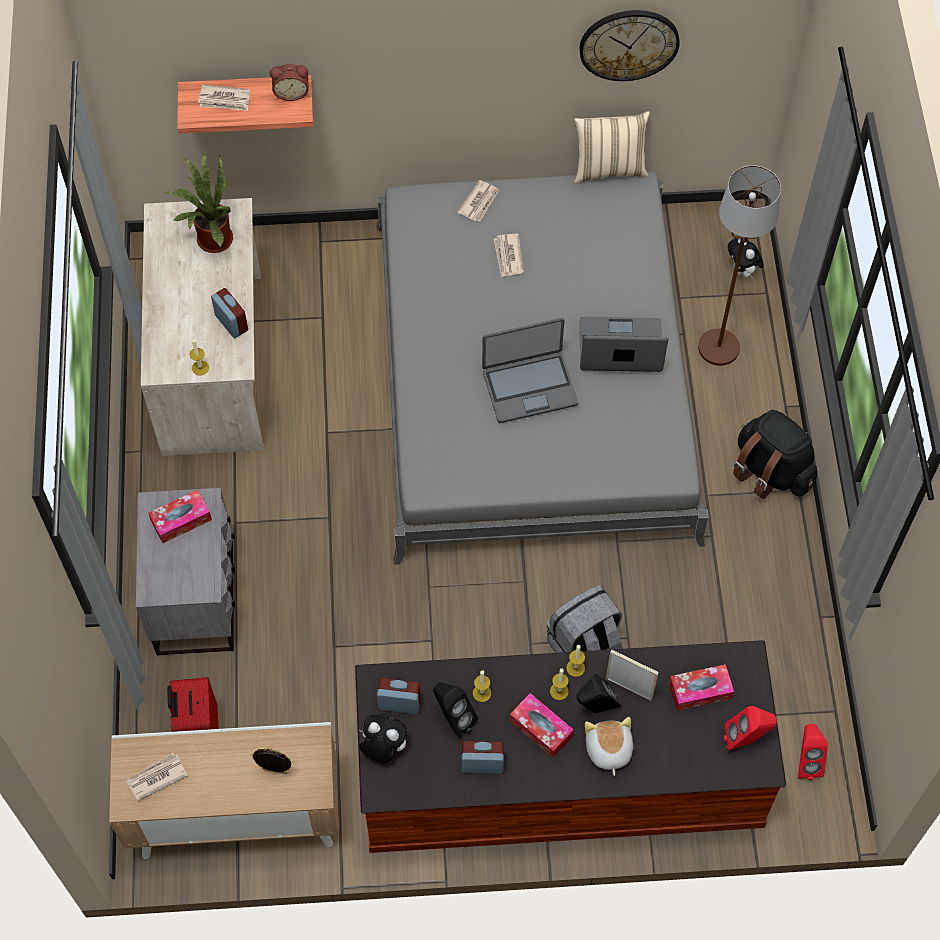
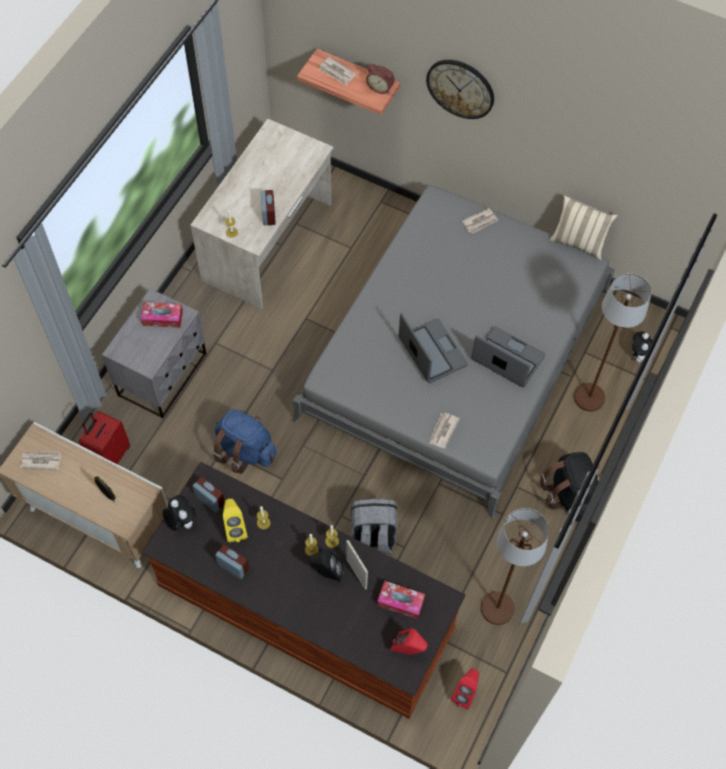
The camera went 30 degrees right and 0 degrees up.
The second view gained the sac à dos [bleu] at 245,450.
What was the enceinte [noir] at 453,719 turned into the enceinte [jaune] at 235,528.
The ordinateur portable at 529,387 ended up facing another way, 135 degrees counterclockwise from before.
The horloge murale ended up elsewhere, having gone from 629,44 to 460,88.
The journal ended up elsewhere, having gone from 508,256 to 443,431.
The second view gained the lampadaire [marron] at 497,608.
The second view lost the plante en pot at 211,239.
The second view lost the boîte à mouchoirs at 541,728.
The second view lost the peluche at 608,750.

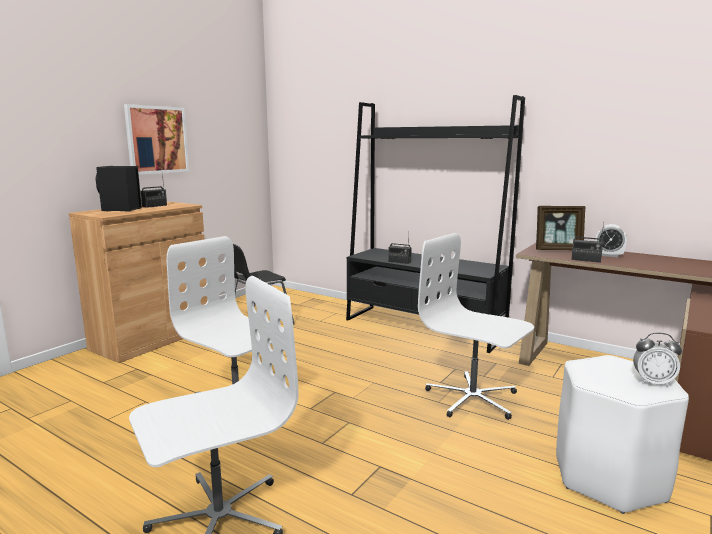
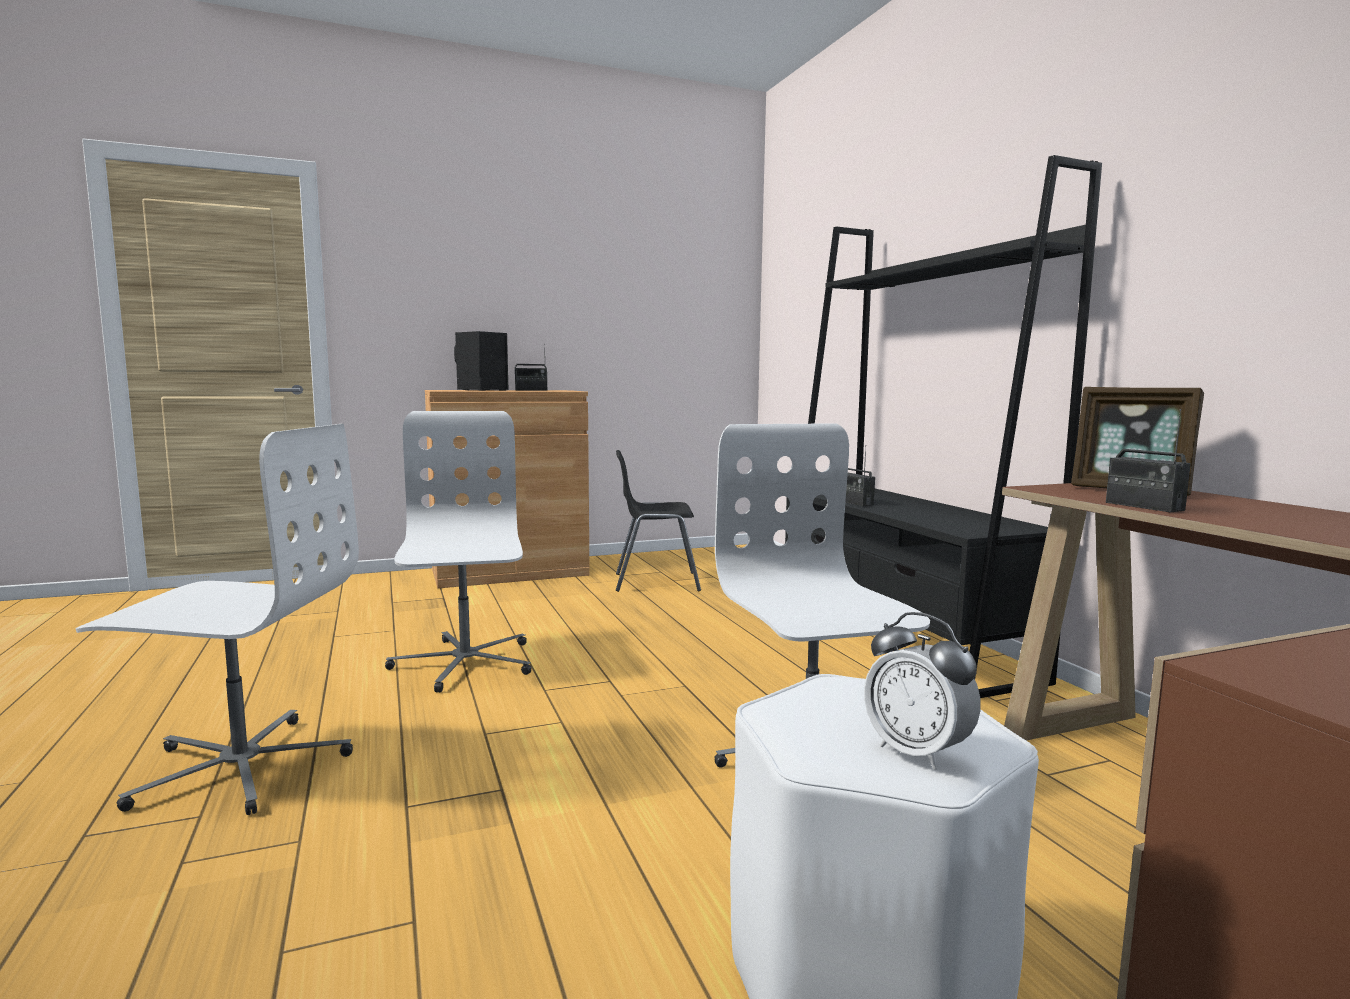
The camera went 35 degrees right and 5 degrees down.
The second view lost the tableau at 157,140.
The second view lost the réveil at 608,255.

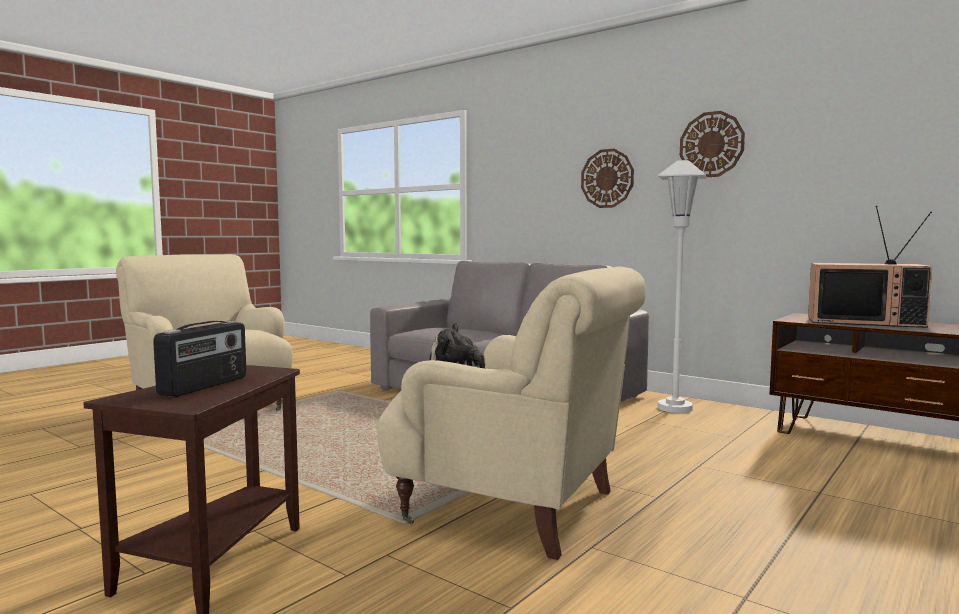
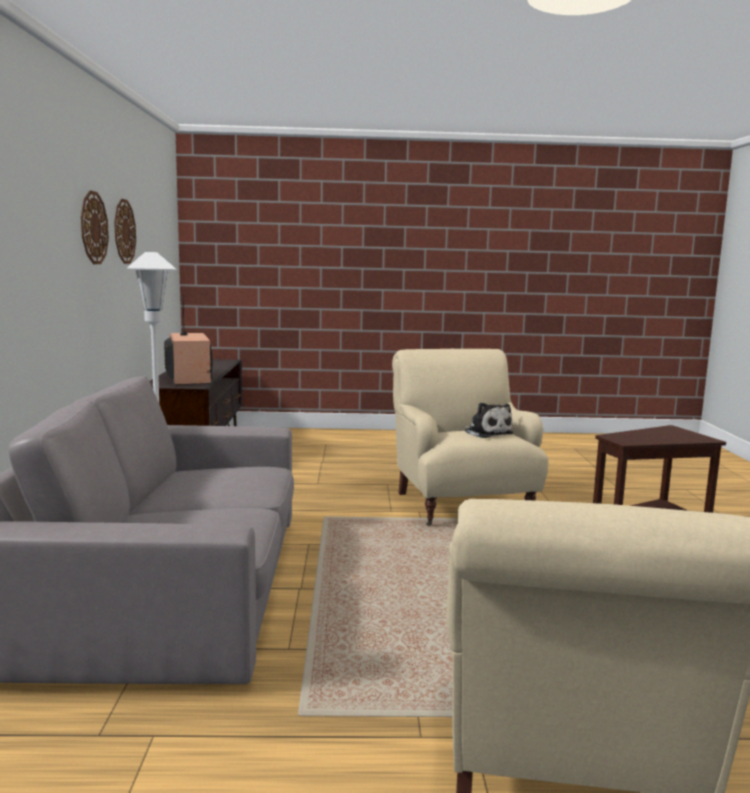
The camera went 130 degrees left and 5 degrees up.
The horloge murale ended up elsewhere, having gone from 607,178 to 124,231.
The second view lost the radio at 205,386.

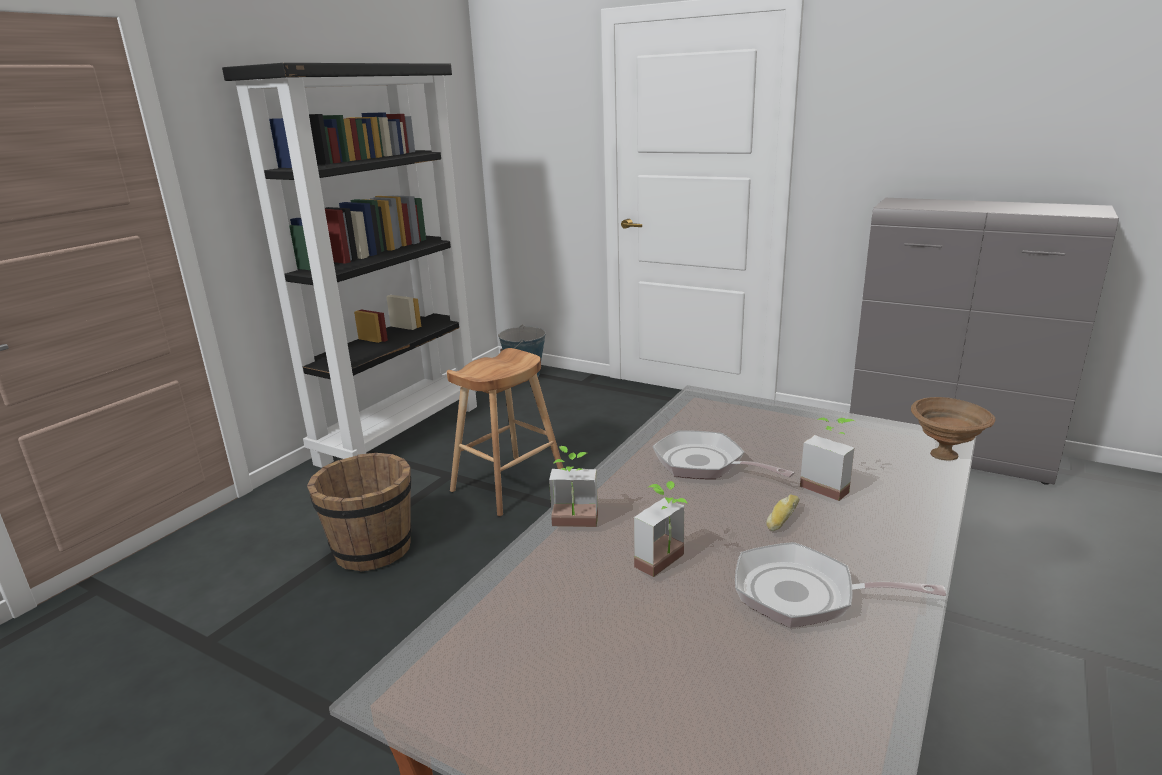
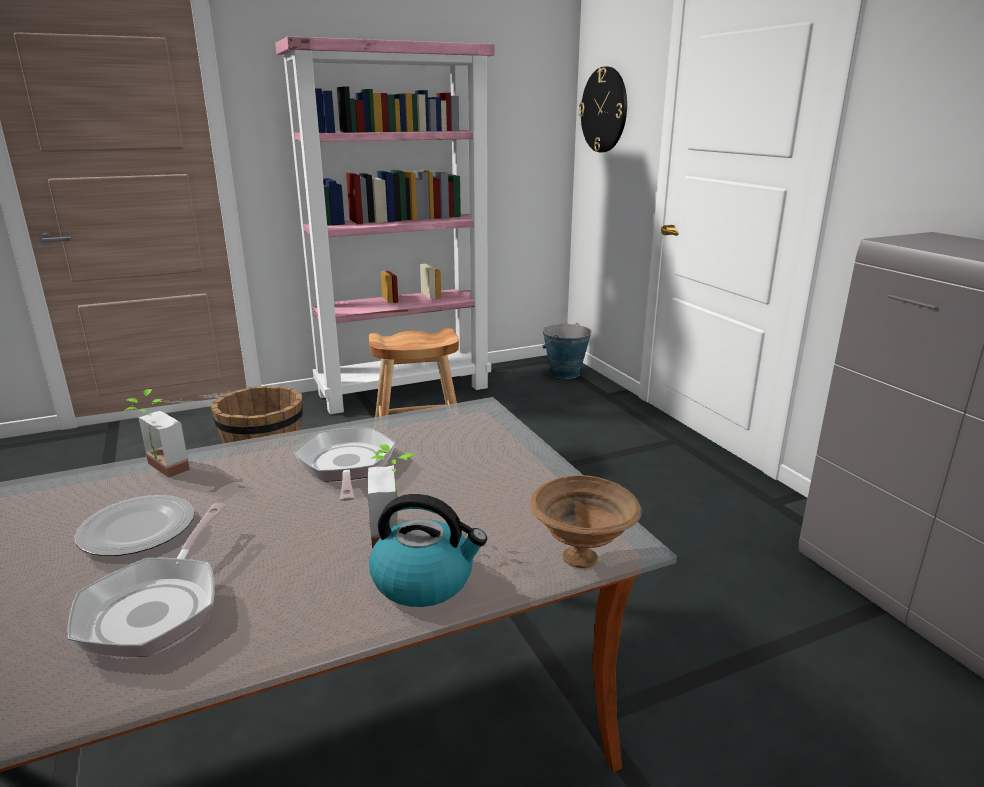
The camera went 35 degrees right and 0 degrees up.
The poêle at 804,594 ended up facing another way, 135 degrees counterclockwise from before.
Where the plante en pot stood at 667,565, the assiette came to stand at 139,528.
What was the bibliothèque [noir] at 401,433 turned into the bibliothèque [rose] at 405,390.
The second view gained the bouilloire at 424,581.
The second view gained the horloge murale at 604,110.
The second view lost the pain at 781,517.

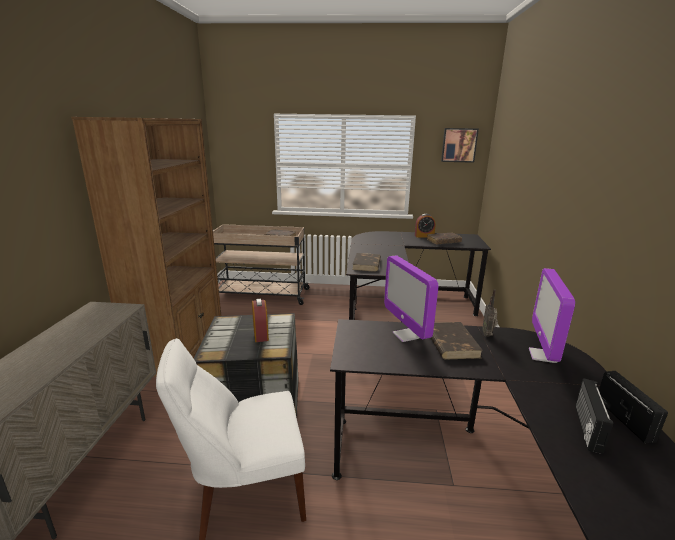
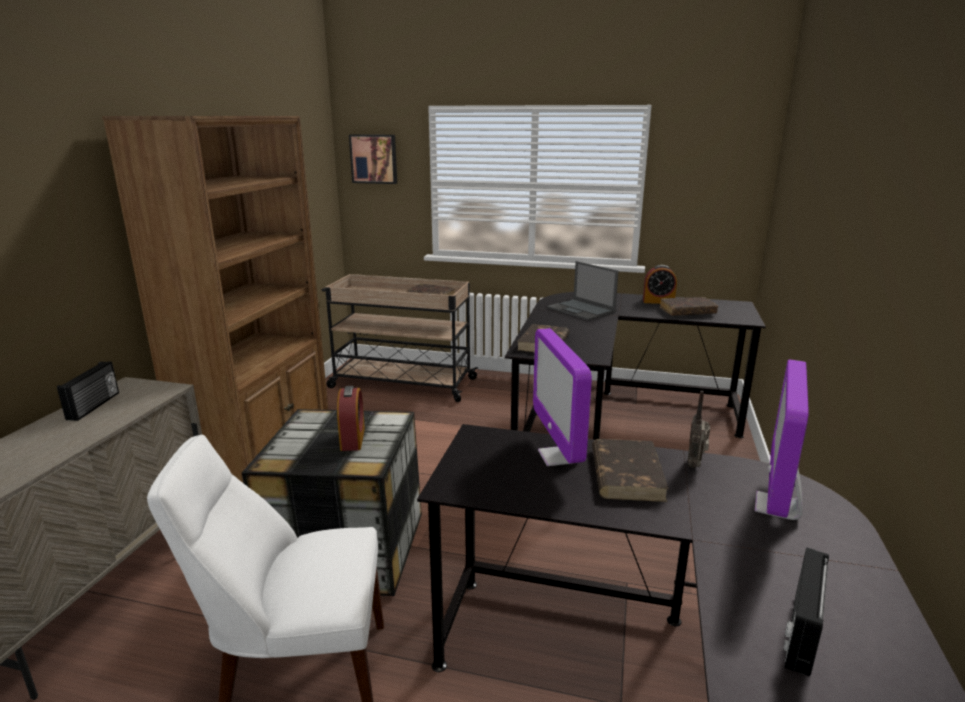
The camera went 10 degrees right and 0 degrees up.
The radio ended up elsewhere, having gone from 625,419 to 94,406.
The tableau ended up elsewhere, having gone from 459,145 to 374,159.
The second view gained the ordinateur portable at 581,310.

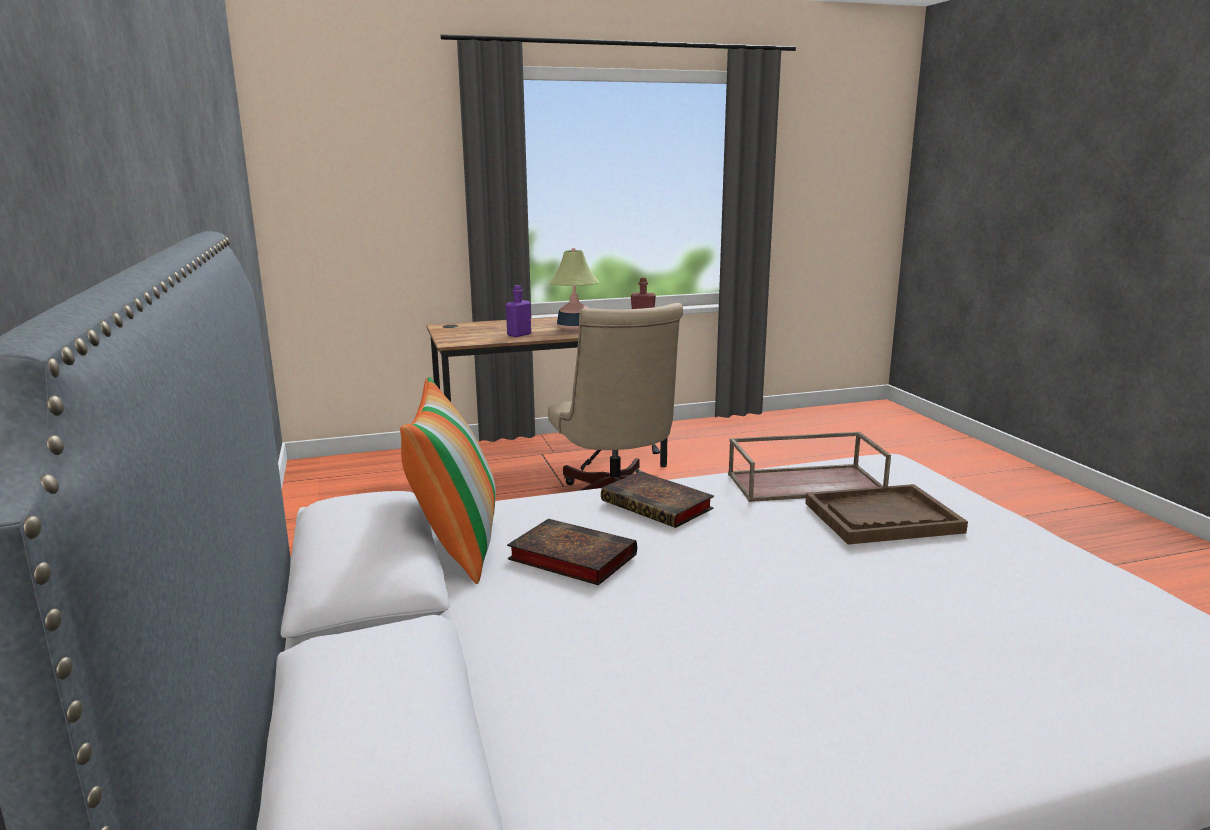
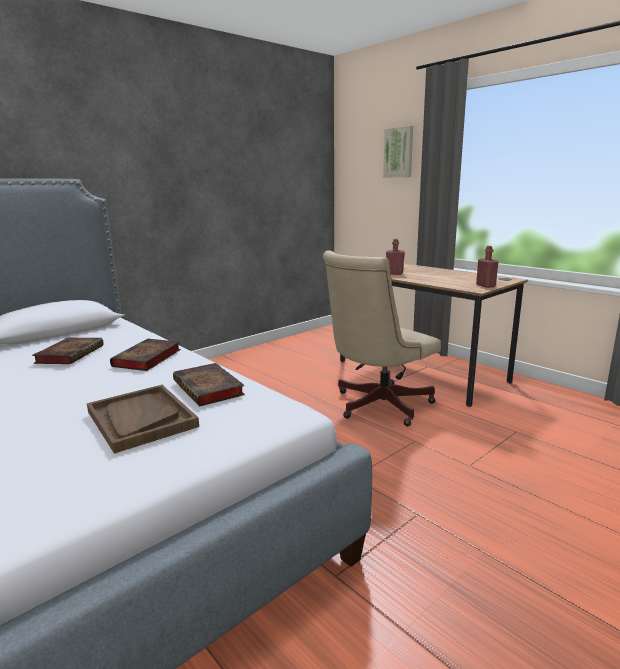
The camera went 65 degrees right and 0 degrees up.
Where the plateau [marron] stood at 806,482, the livre came to stand at 209,389.
The second view gained the tableau at 399,152.
What was the bouteille [violet] at 519,334 turned into the bouteille [rouge] at 394,273.
The second view lost the coussin at 456,544.
The second view lost the lampe de table at 575,328.

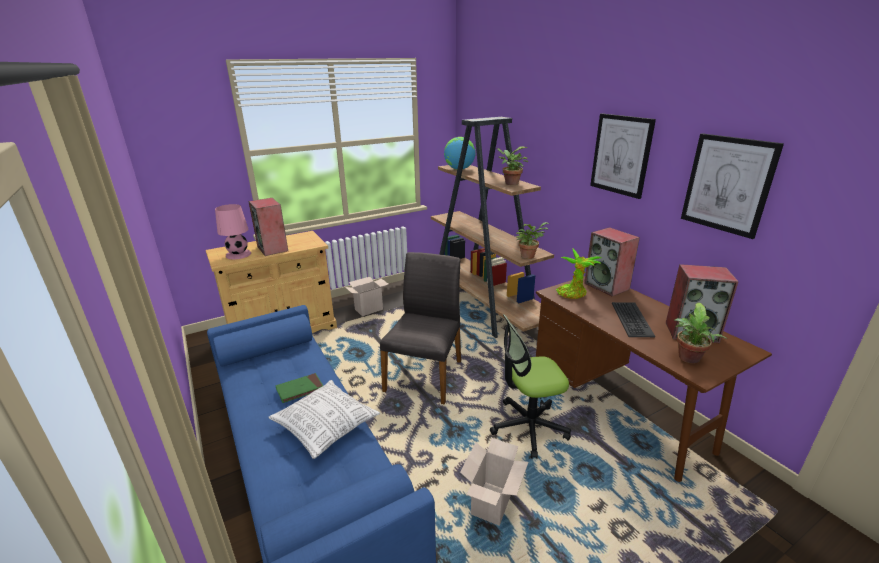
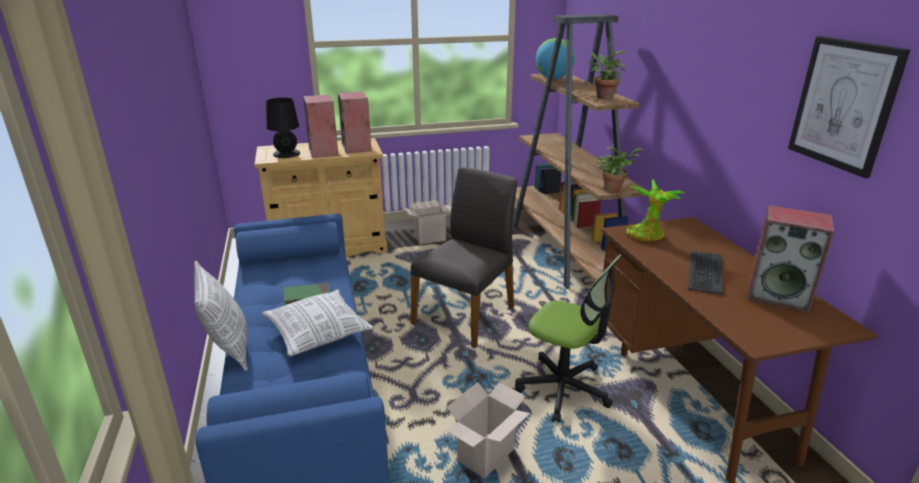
The camera went 15 degrees right and 0 degrees up.
The second view gained the coussin at 228,348.
What was the lampe de table [rose] at 238,254 turned into the lampe de table [noir] at 286,154.
The enceinte ended up elsewhere, having gone from 607,286 to 357,147.
The chaise de bureau at 528,427 ended up facing another way, 150 degrees counterclockwise from before.
The second view lost the tableau at 621,155.
The second view lost the plante en pot at 688,359.

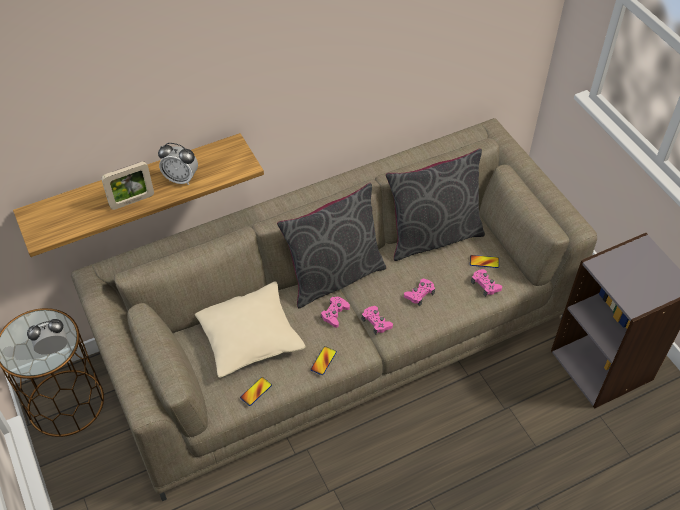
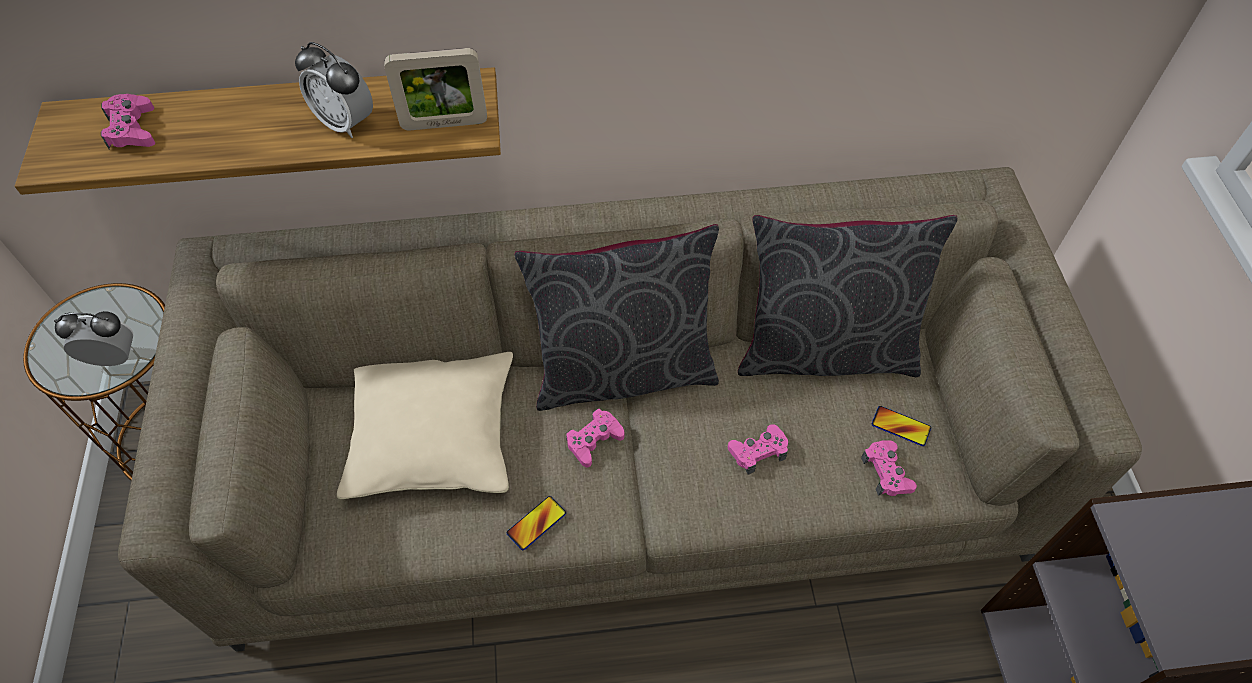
The camera went 20 degrees right and 5 degrees up.
The manette [rose] ended up elsewhere, having gone from 376,322 to 132,129.
The cadre photo ended up elsewhere, having gone from 132,201 to 444,124.
The second view lost the téléphone at 256,391.

